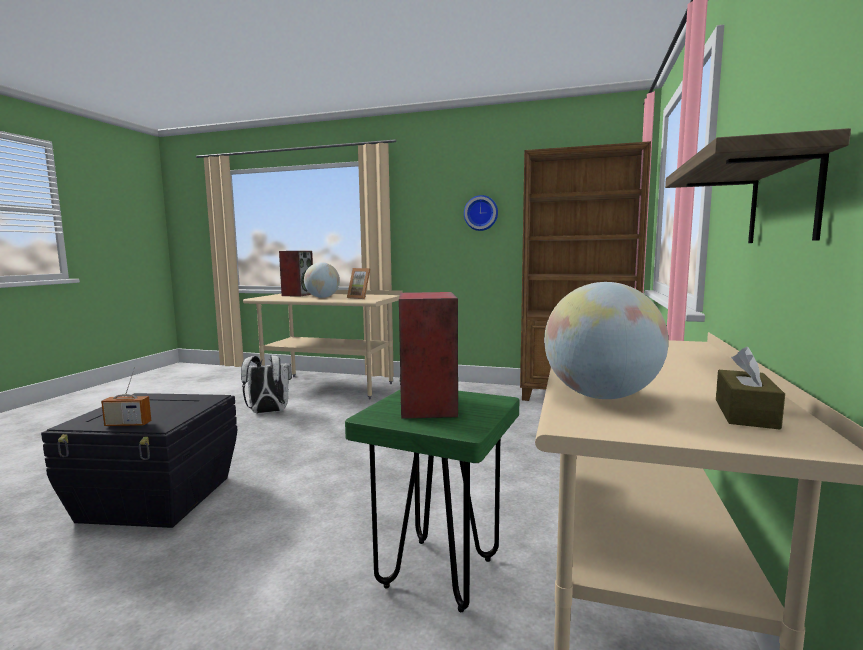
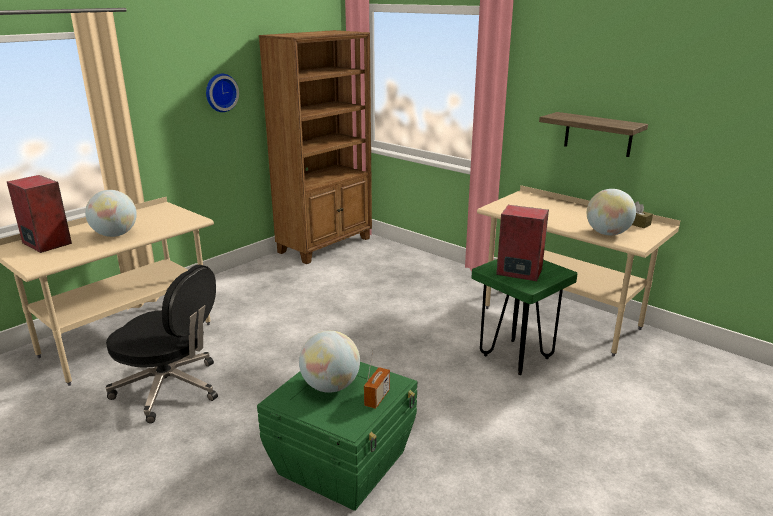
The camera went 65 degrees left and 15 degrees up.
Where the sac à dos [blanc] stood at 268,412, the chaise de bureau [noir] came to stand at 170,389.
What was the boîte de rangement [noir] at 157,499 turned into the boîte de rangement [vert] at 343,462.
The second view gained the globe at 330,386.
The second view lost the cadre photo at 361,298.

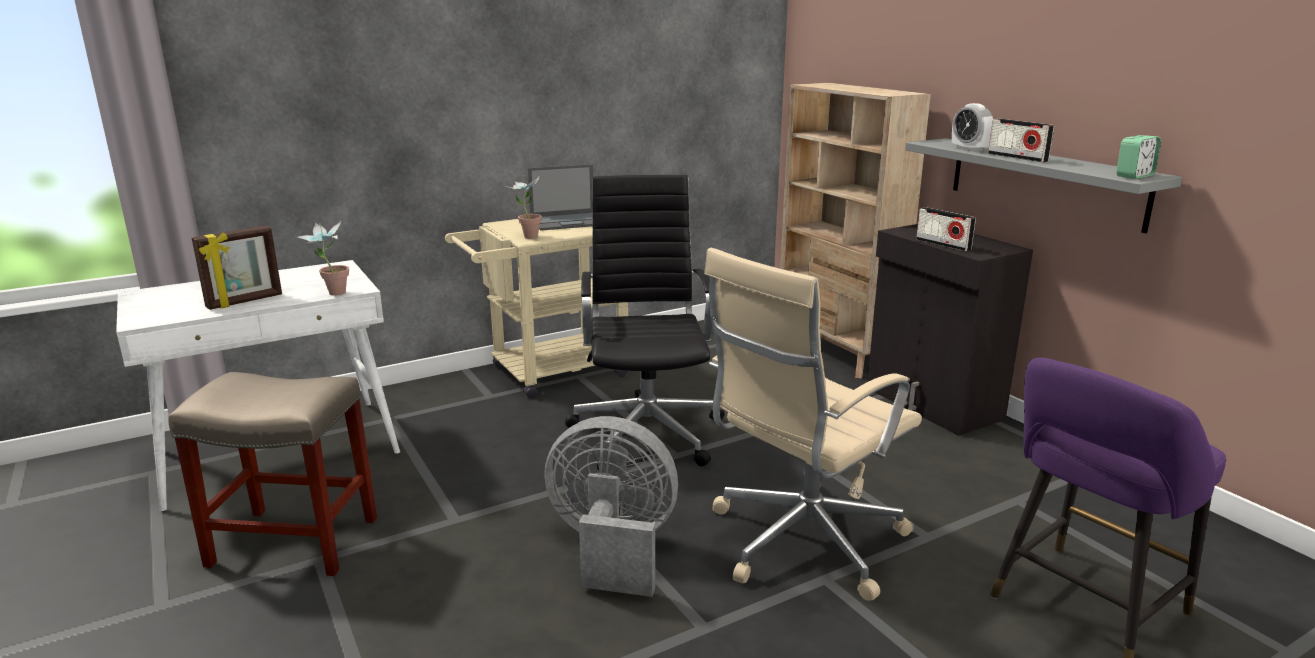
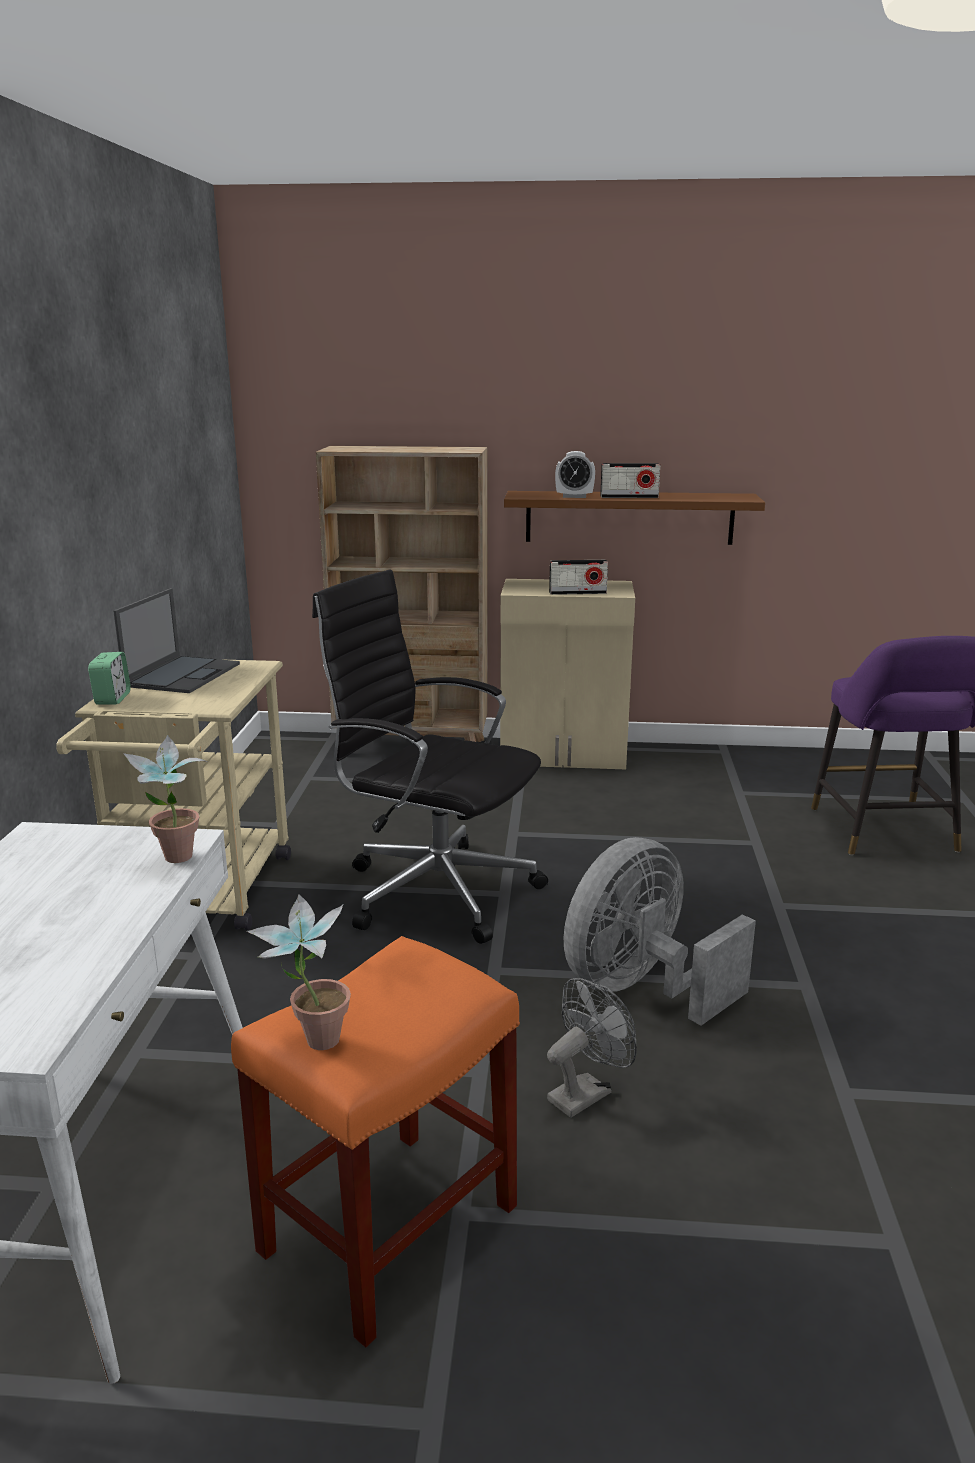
The camera went 55 degrees left and 0 degrees up.
The réveil ended up elsewhere, having gone from 1134,176 to 112,699.
What was the tabouret [beige] at 291,542 turned into the tabouret [orange] at 387,1231.
The plante en pot ended up elsewhere, having gone from 527,236 to 310,1042.
What was the meuble de rangement [noir] at 932,404 turned into the meuble de rangement [beige] at 564,755.
What was the étagère [gris] at 1044,182 turned into the étagère [marron] at 629,517.
The second view gained the ventilateur [gris] at 586,1092.
The second view lost the cadre photo at 245,301.
The second view lost the chaise de bureau [beige] at 801,542.

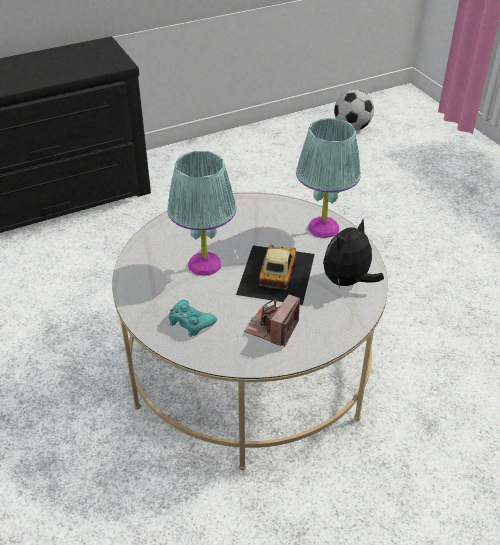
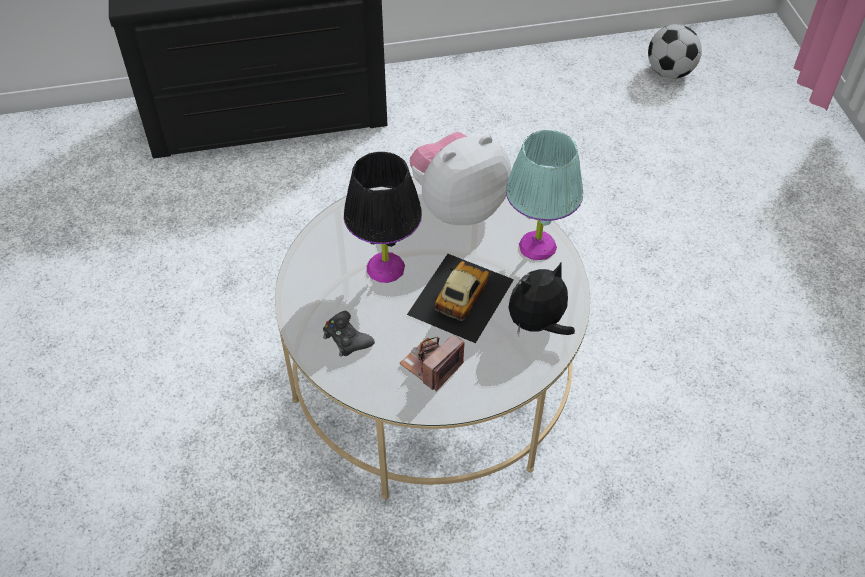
The camera went 15 degrees right and 10 degrees up.
What was the manette [turquoise] at 190,322 turned into the manette [noir] at 347,338.
What was the lampe de table [turquoise] at 205,264 turned into the lampe de table [noir] at 385,268.
The second view gained the peluche at 458,206.

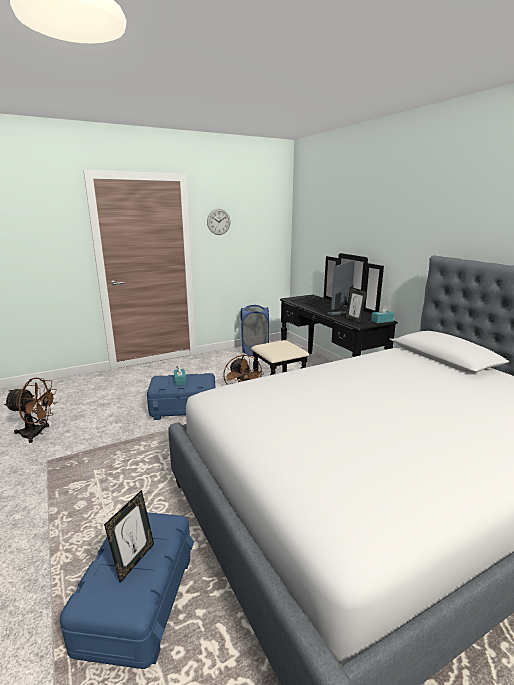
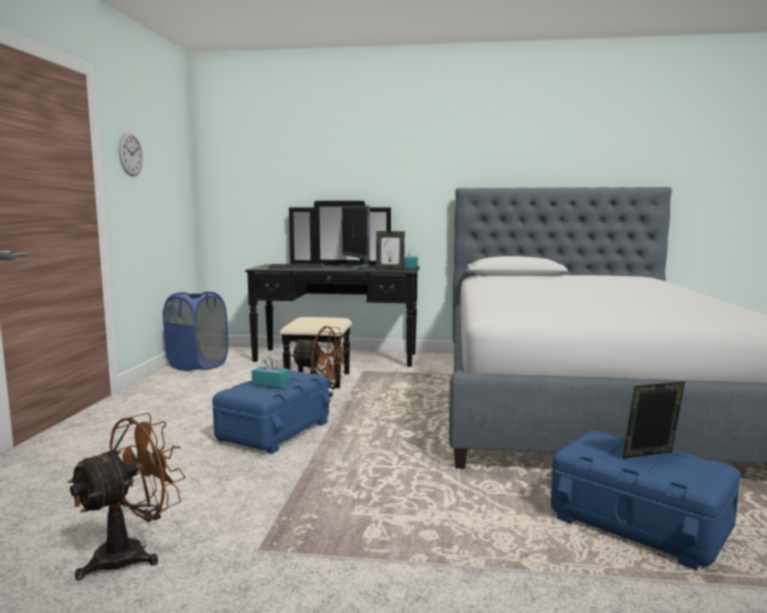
The camera went 55 degrees left and 10 degrees down.
The cadre photo at 134,561 ended up facing another way, 75 degrees counterclockwise from before.

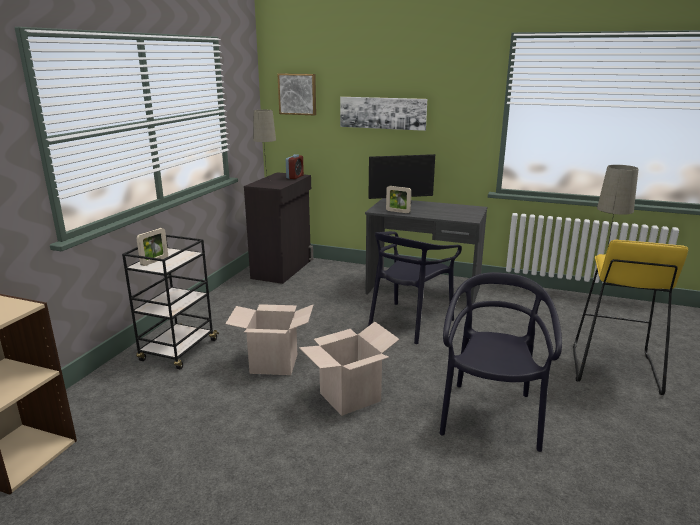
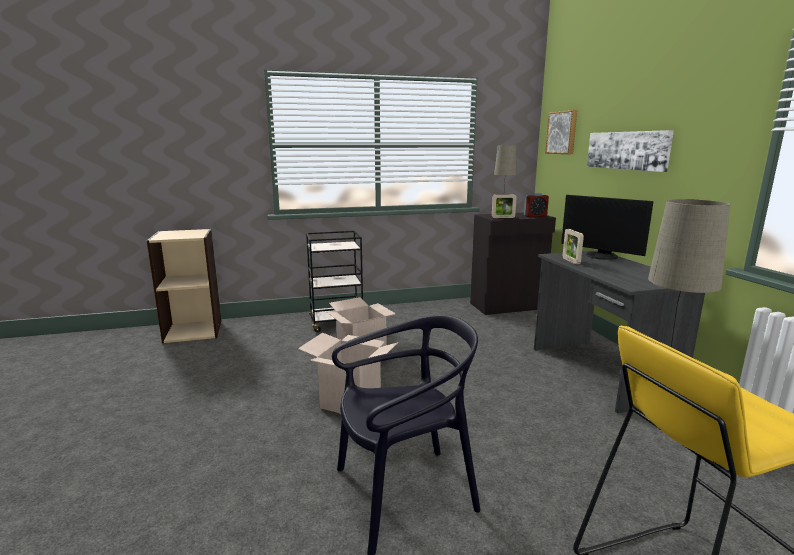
The camera went 55 degrees right and 5 degrees down.
The cadre photo ended up elsewhere, having gone from 154,261 to 503,217.
The second view lost the chaise [noir] at 409,322.

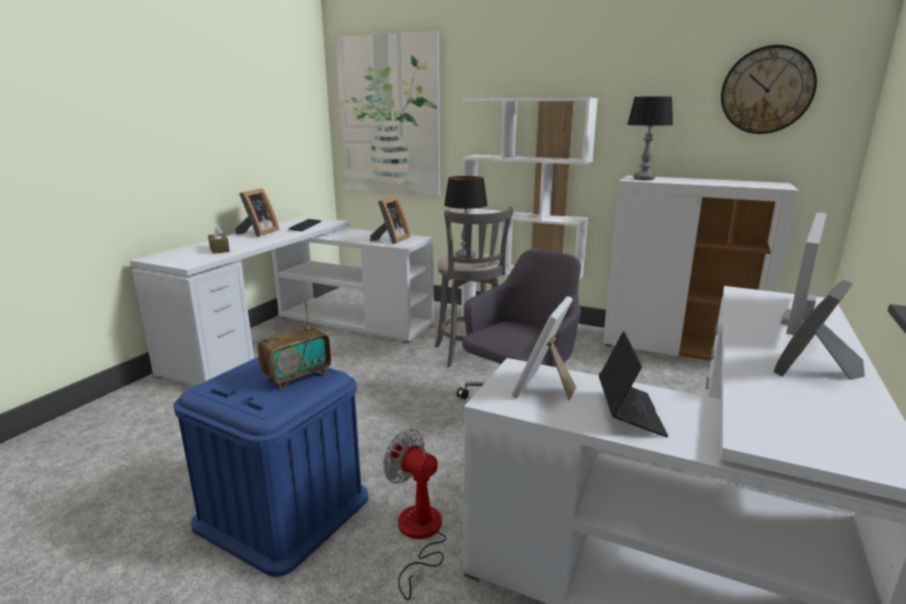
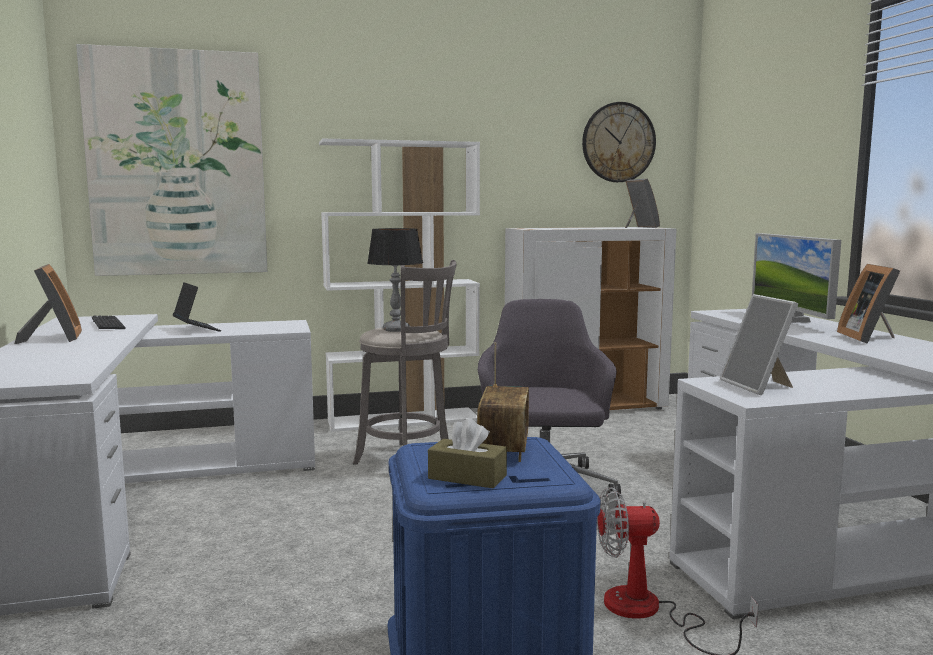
The camera went 40 degrees left and 10 degrees down.
The ordinateur portable ended up elsewhere, having gone from 629,413 to 196,329.
The boîte à mouchoirs [marron] ended up elsewhere, having gone from 219,249 to 467,477.
The cadre photo ended up elsewhere, having gone from 391,240 to 638,227.
The second view lost the lampe de table at 643,179.

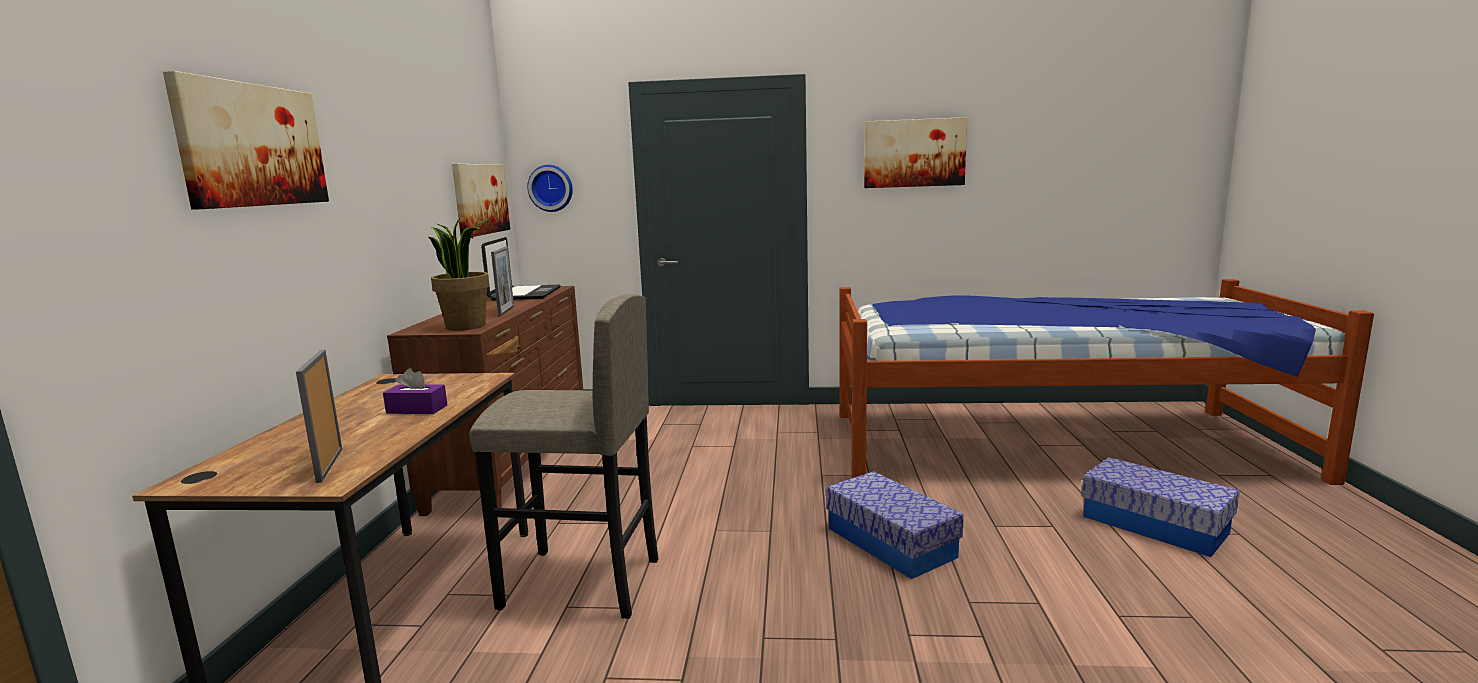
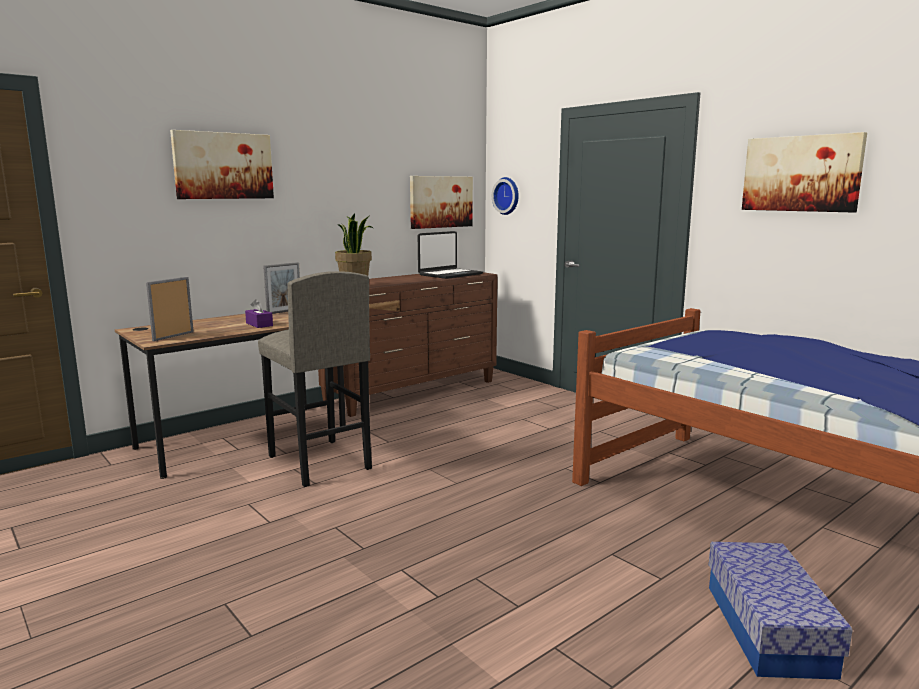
The camera went 45 degrees right and 0 degrees up.
The cadre photo ended up elsewhere, having gone from 506,311 to 284,311.
The second view lost the boîte de rangement at 890,542.

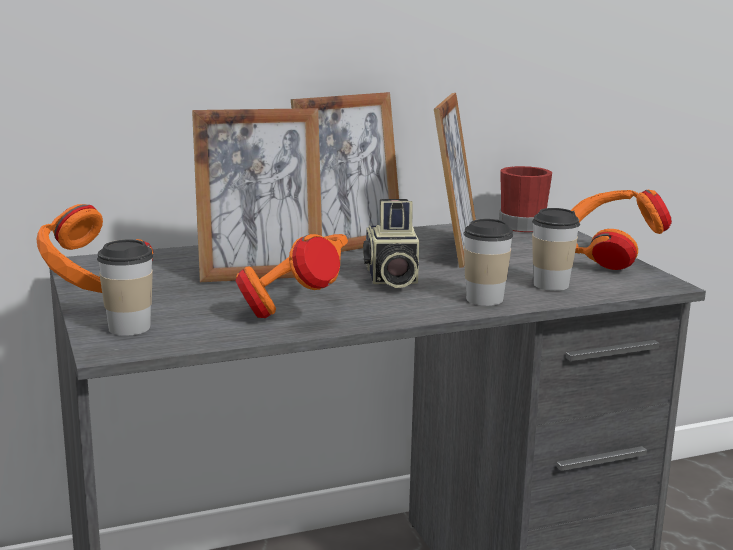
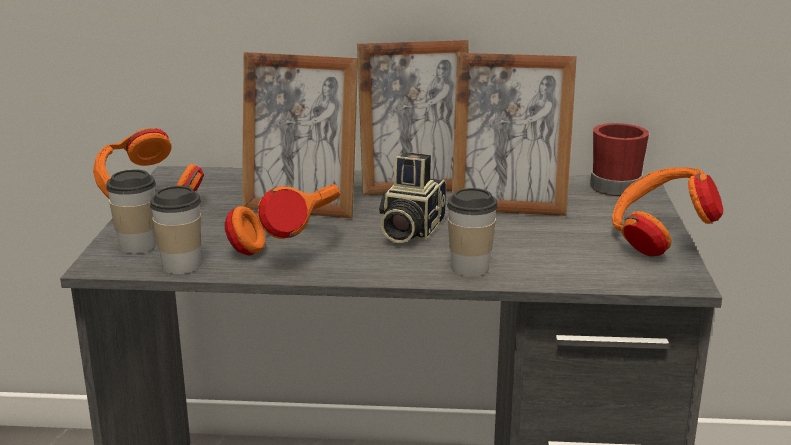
The camera went 25 degrees right and 5 degrees up.
The tasse ended up elsewhere, having gone from 551,285 to 181,265.
The cadre photo at 454,250 ended up facing another way, 60 degrees clockwise from before.

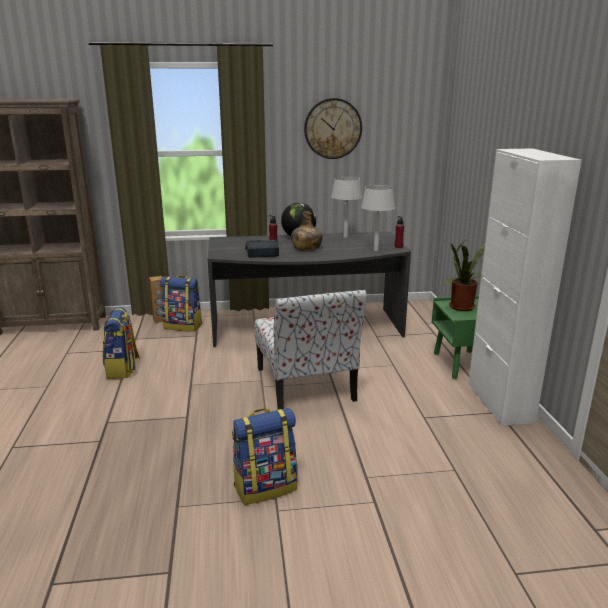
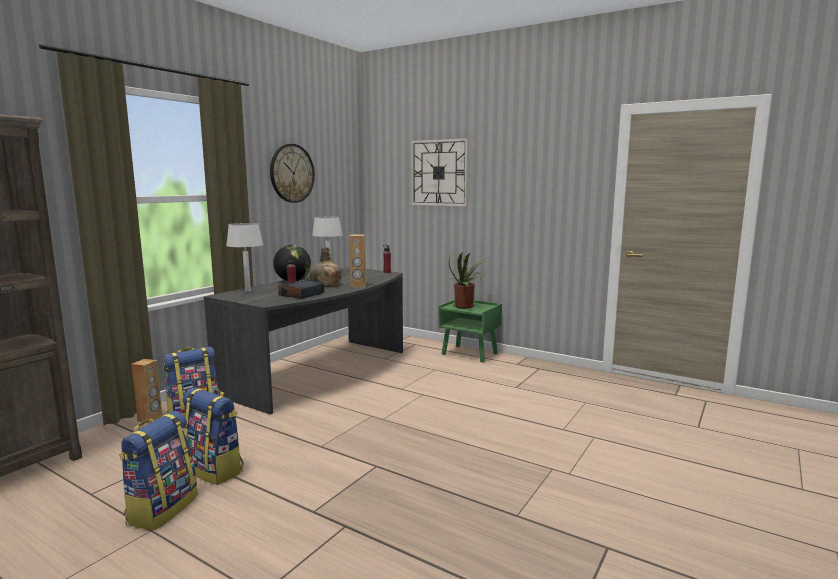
The camera went 50 degrees left and 10 degrees down.
The sac à dos ended up elsewhere, having gone from 265,487 to 162,509.
The lampe de table [gris] ended up elsewhere, having gone from 376,250 to 248,291.
The second view gained the enceinte [marron] at 358,286.
The second view gained the horloge murale at 439,173.
The second view lost the chaise at 306,385.
The second view lost the meuble de rangement [blanc] at 500,403.

